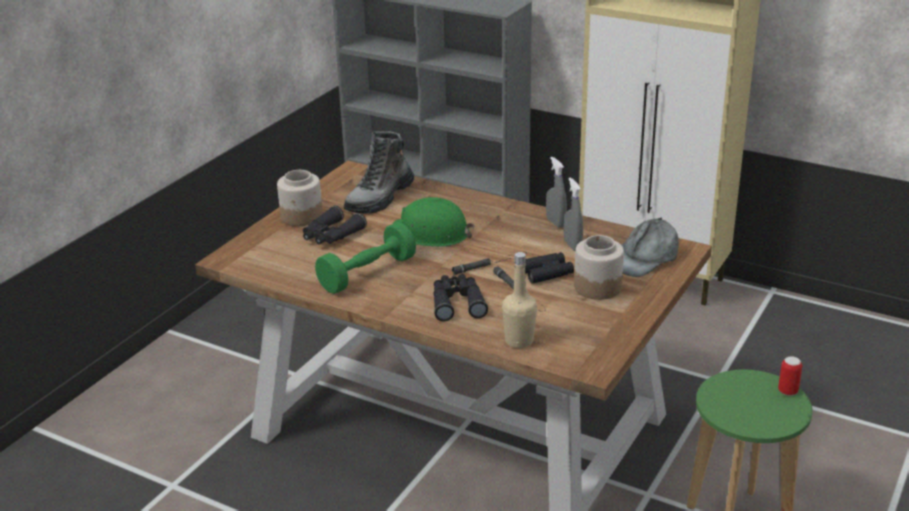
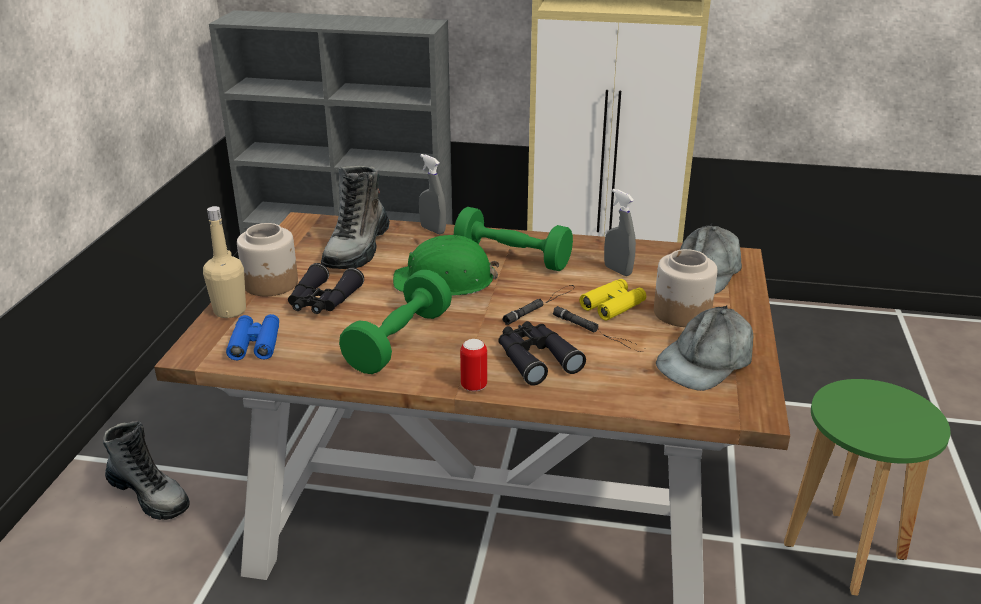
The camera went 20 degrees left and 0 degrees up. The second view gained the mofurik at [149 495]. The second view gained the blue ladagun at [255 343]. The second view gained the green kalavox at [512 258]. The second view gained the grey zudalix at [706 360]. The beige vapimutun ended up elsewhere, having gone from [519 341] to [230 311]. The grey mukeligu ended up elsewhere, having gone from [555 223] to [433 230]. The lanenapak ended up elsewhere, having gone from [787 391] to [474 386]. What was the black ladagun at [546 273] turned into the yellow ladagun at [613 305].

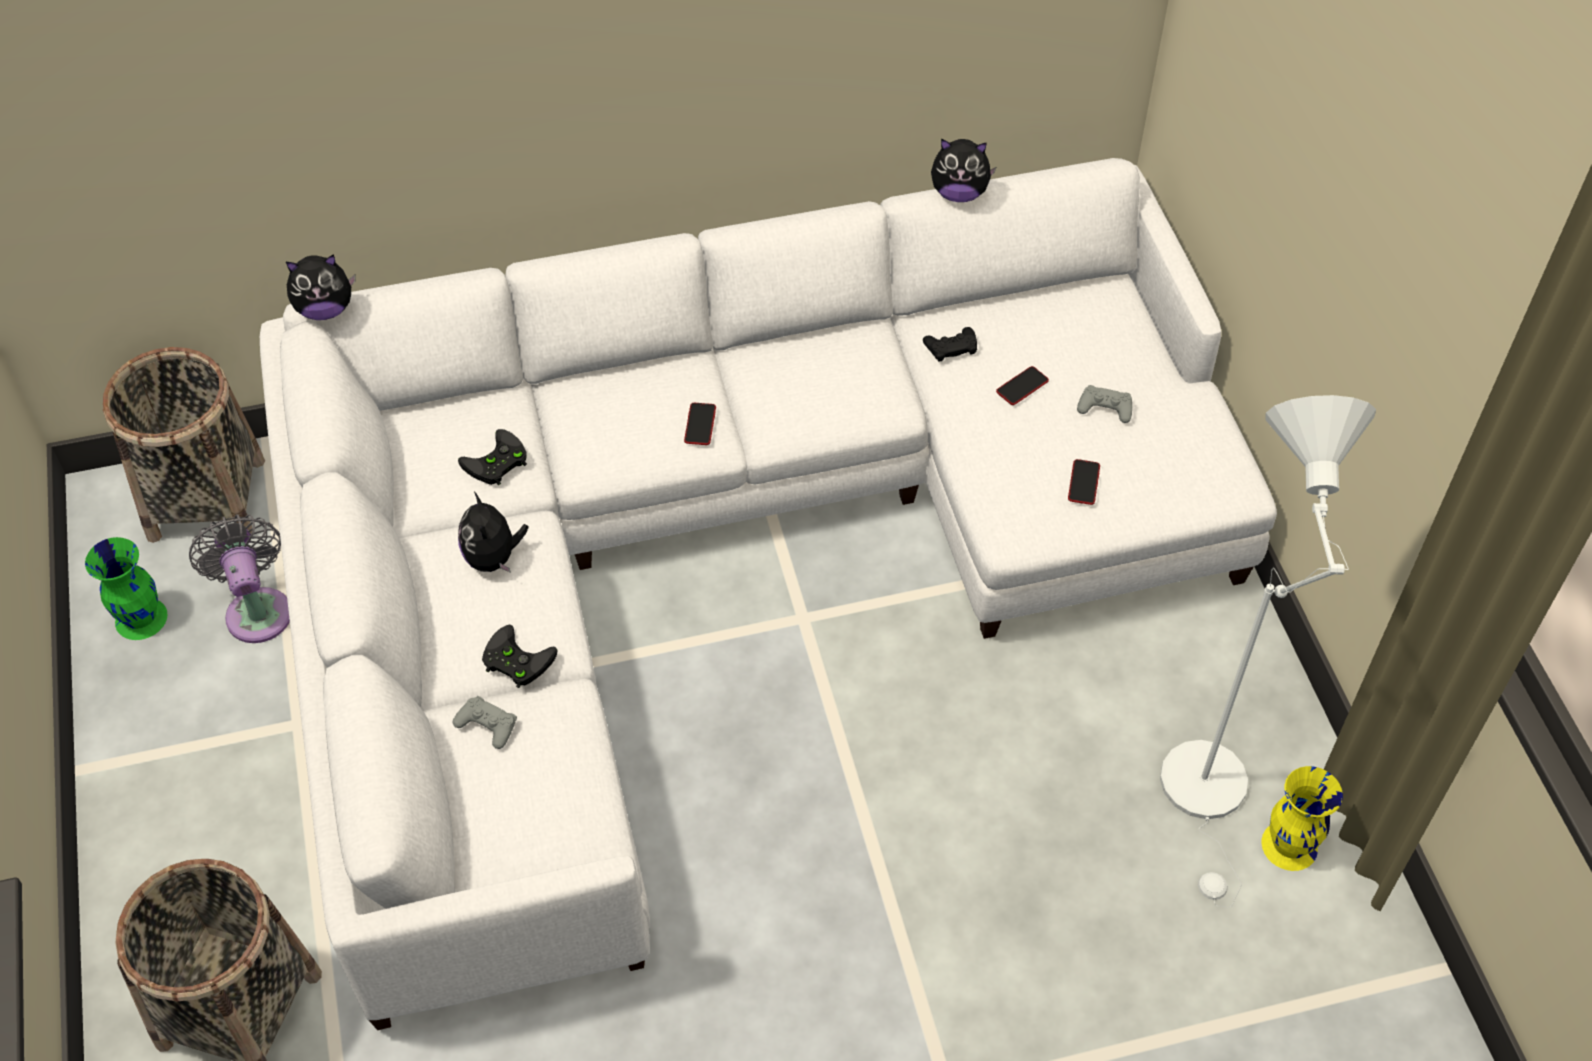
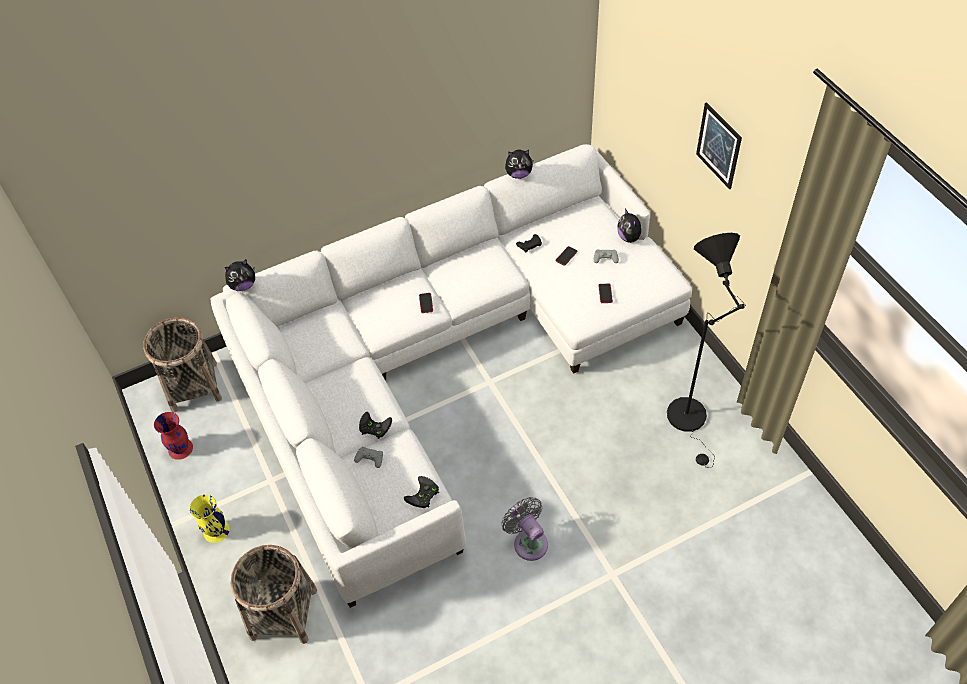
The camera went 10 degrees left and 0 degrees up. The second view gained the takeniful at [718 146]. The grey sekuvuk ended up elsewhere, having gone from [257 609] to [528 541]. The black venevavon ended up elsewhere, having gone from [495 463] to [423 495]. The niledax ended up elsewhere, having gone from [494 558] to [630 237]. The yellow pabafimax ended up elsewhere, having gone from [1289 846] to [216 531]. What was the green pabafimax at [142 618] turned into the red pabafimax at [181 448]. What was the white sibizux at [1208 797] turned into the black sibizux at [690 421].

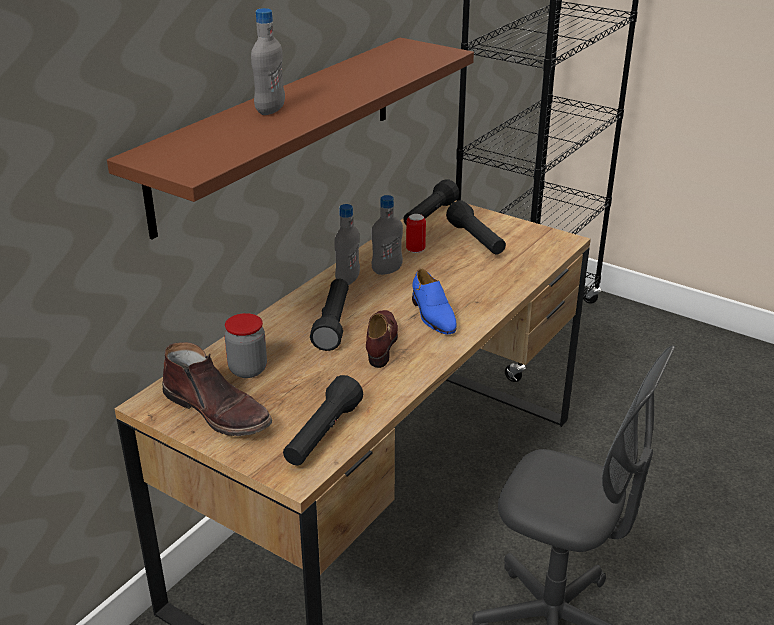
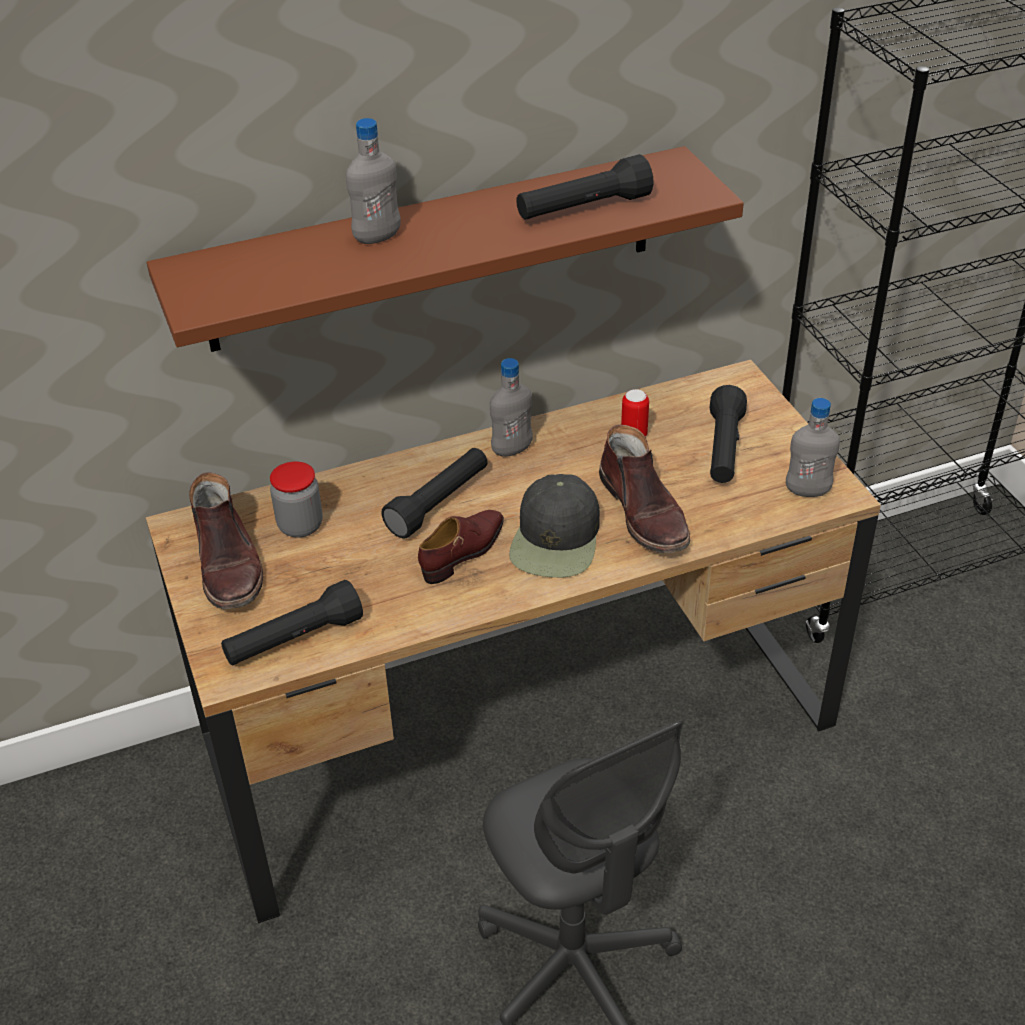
The camera went 35 degrees right and 10 degrees up. The second view gained the brown mofurik at [645 512]. The grey vapimutun ended up elsewhere, having gone from [386 270] to [807 491]. The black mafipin ended up elsewhere, having gone from [429 216] to [583 209]. Where the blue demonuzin stood at [432 315], the black zudalix came to stand at [556 539].

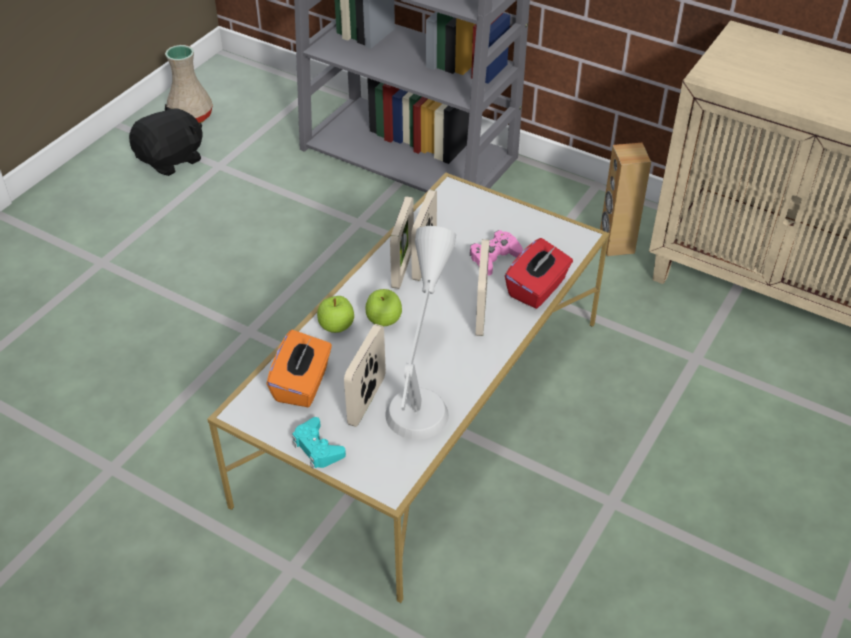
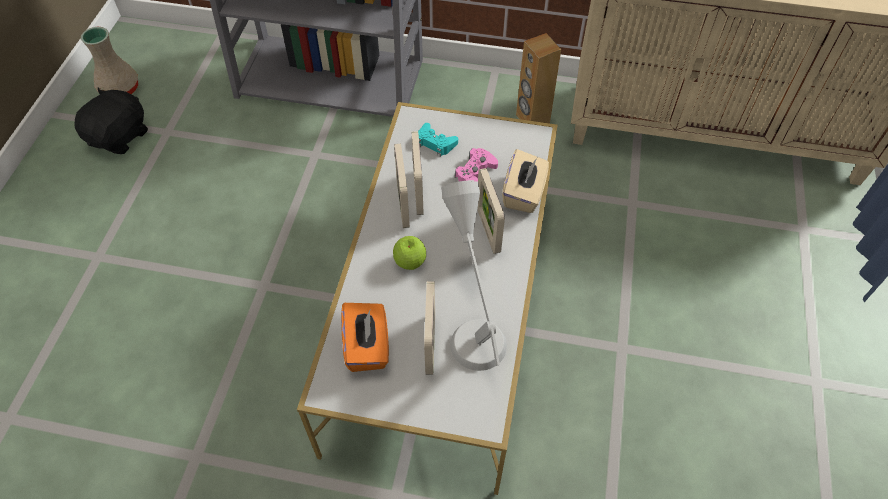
The camera went 20 degrees left and 10 degrees up. The second view lost the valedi at [336 327]. The turquoise venevavon ended up elsewhere, having gone from [317 448] to [435 143]. What was the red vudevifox at [537 289] turned into the beige vudevifox at [524 194].

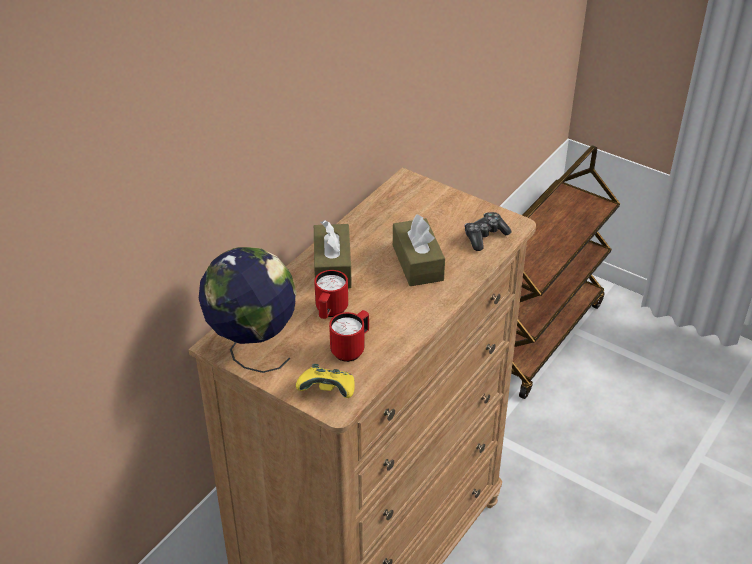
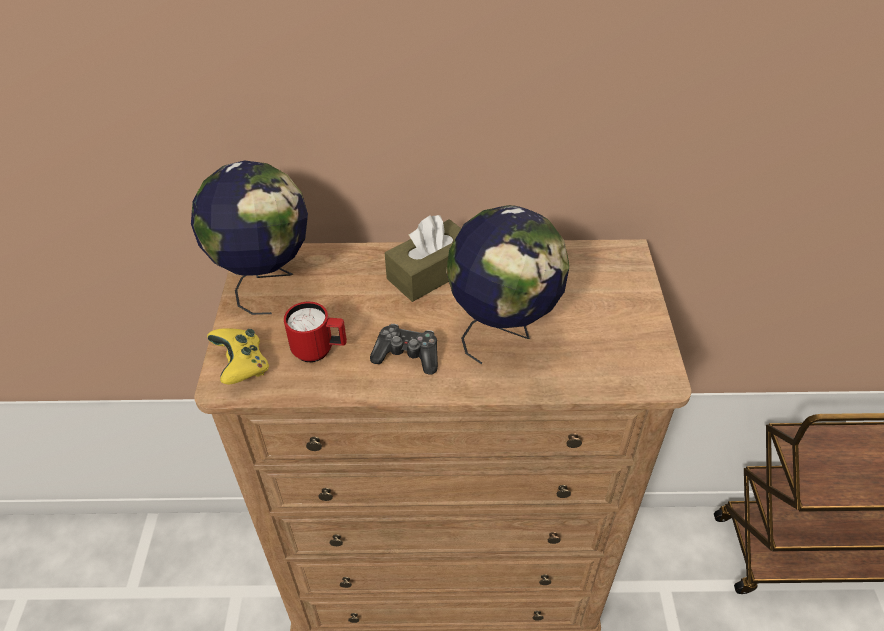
The camera went 55 degrees right and 5 degrees up. The second view lost the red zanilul at [330 312]. The venevavon ended up elsewhere, having gone from [485 236] to [407 355]. Where the brown vudevifox stood at [417 263], the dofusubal came to stand at [503 331].

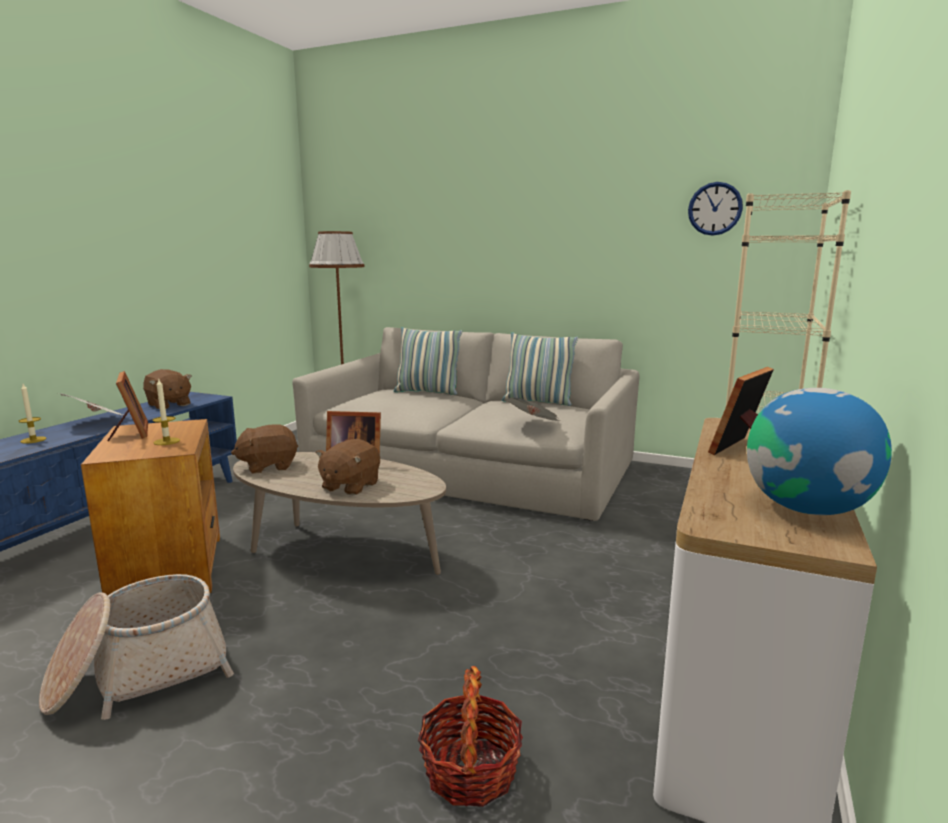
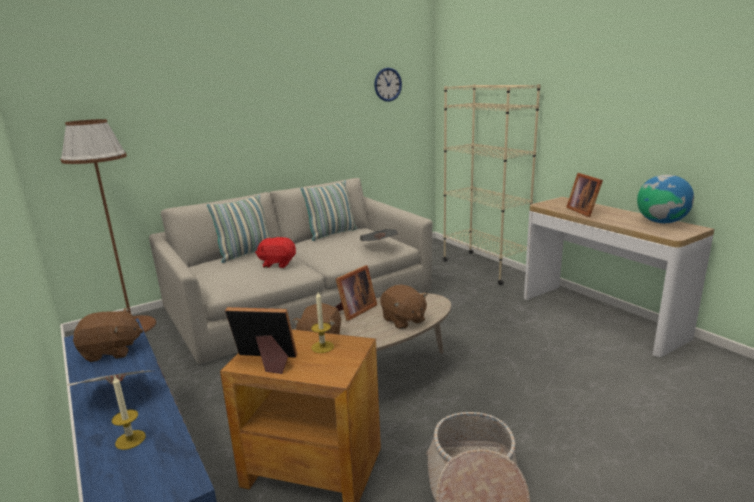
The camera went 55 degrees left and 5 degrees up. The second view lost the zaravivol at [471 771]. The second view gained the red niledax at [277 263].

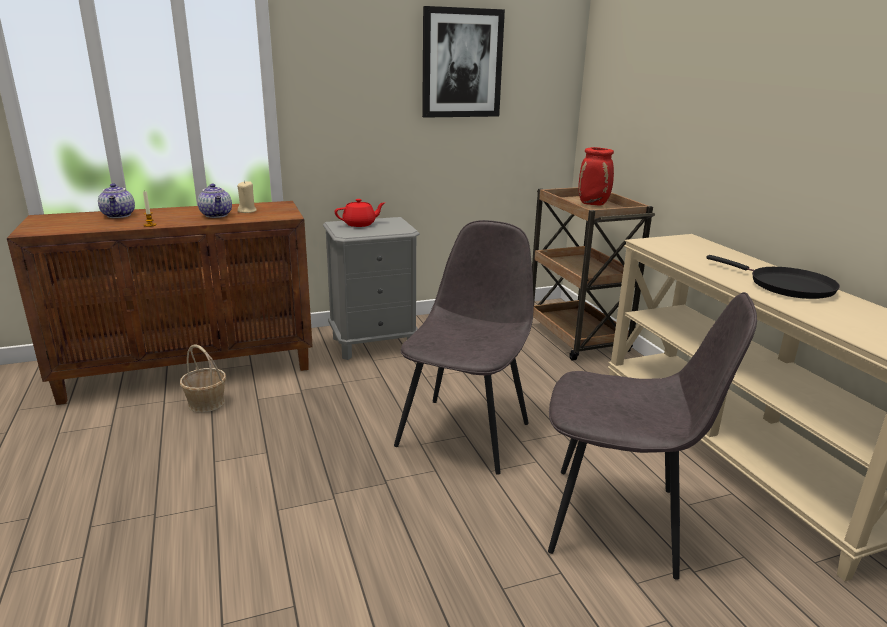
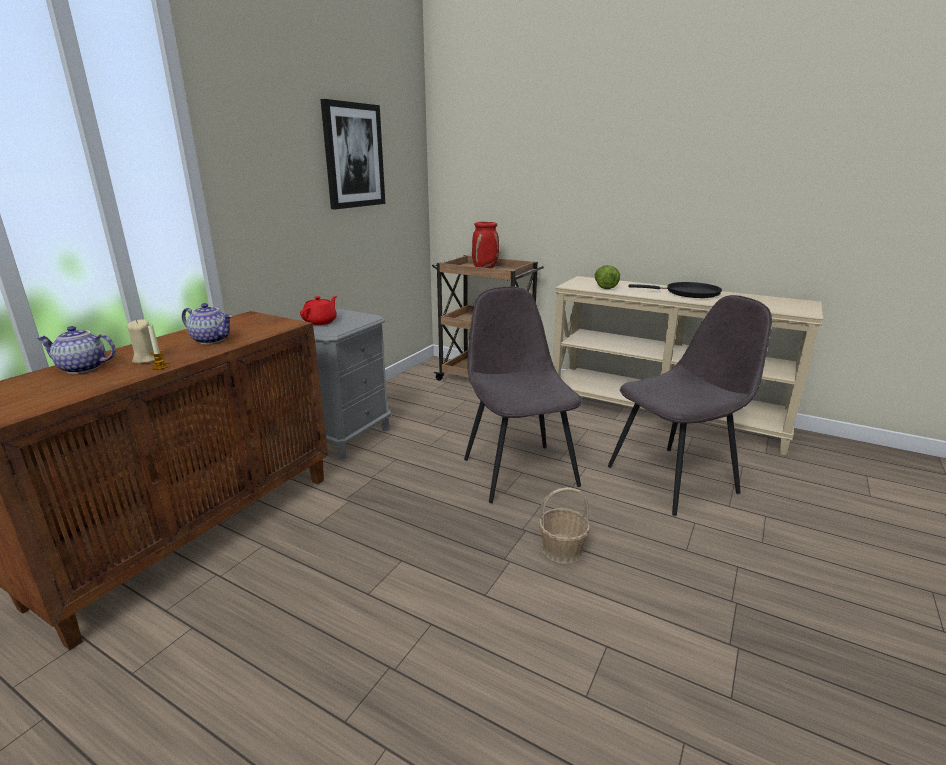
The camera went 40 degrees left and 0 degrees up. The second view gained the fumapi at [604 286]. The zaravivol ended up elsewhere, having gone from [206 403] to [562 550]. The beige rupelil ended up elsewhere, having gone from [247 211] to [146 359]. The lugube at [119 215] ended up facing another way, 150 degrees clockwise from before.

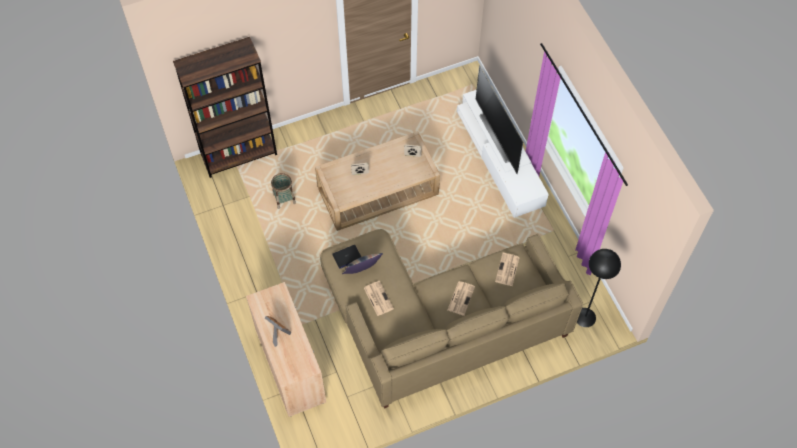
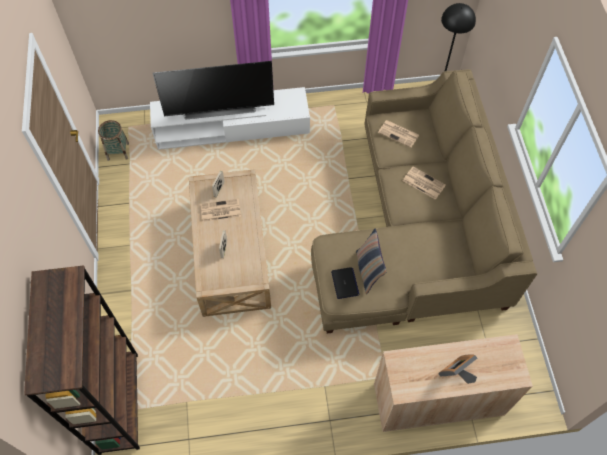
The camera went 75 degrees left and 0 degrees up. The zaravivol ended up elsewhere, having gone from [284 199] to [118 151]. The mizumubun ended up elsewhere, having gone from [378 298] to [220 211].

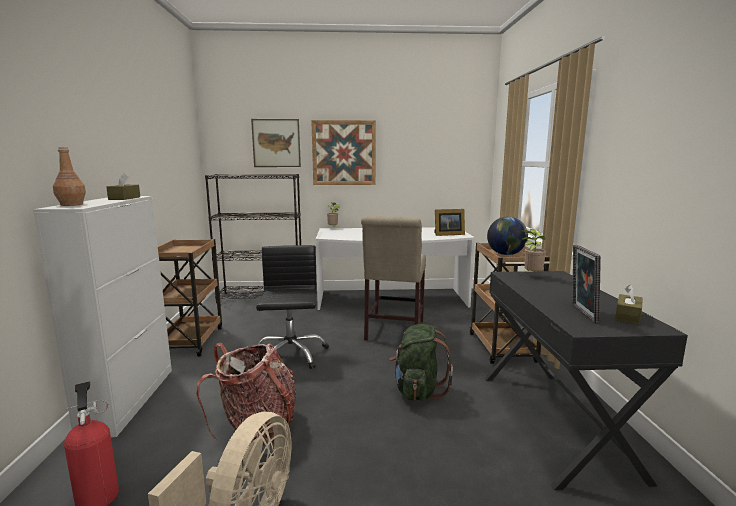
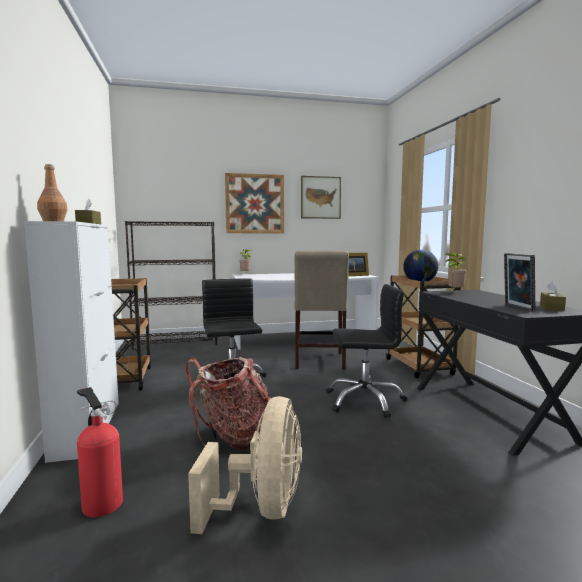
The camera went 10 degrees left and 5 degrees down. The takeniful ended up elsewhere, having gone from [276 143] to [320 197]. Where the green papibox stood at [418 390], the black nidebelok came to stand at [364 400].

